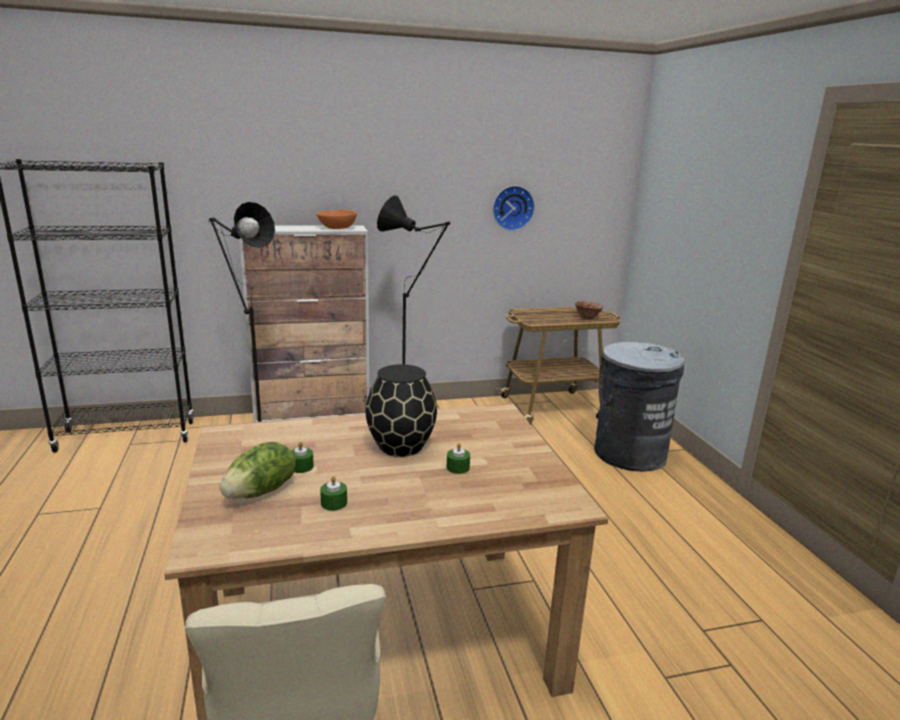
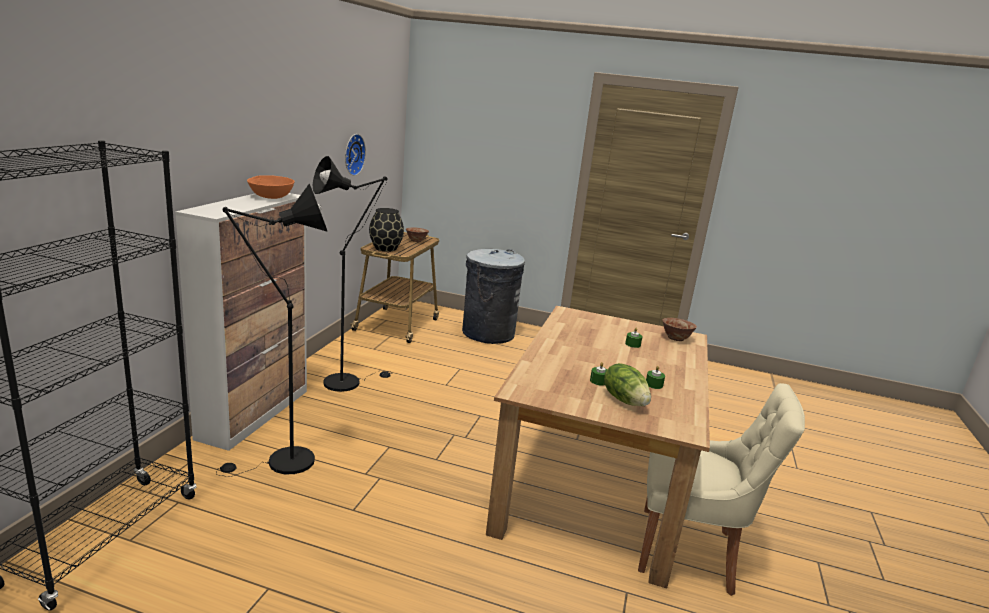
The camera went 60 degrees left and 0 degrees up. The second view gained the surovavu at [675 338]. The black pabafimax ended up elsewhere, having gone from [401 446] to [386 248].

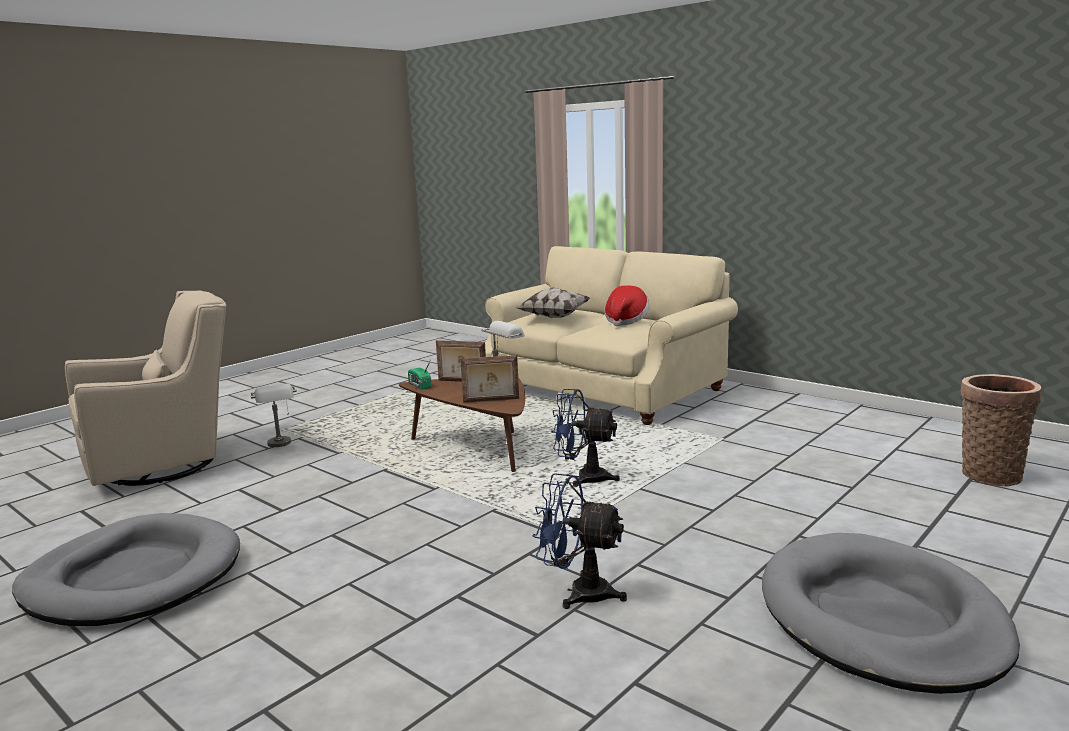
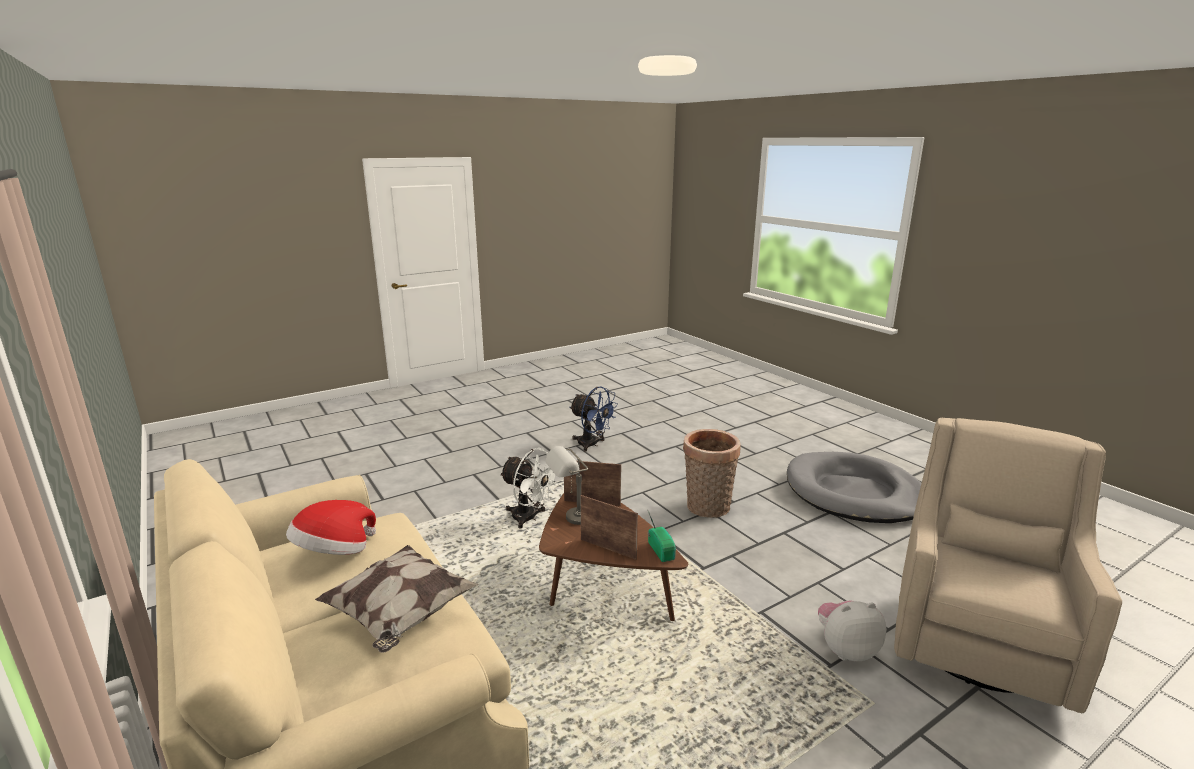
The camera went 165 degrees left and 5 degrees up. The second view lost the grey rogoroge at [881 618]. The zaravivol ended up elsewhere, having gone from [989 473] to [707 508]. Where the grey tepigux stood at [281 445], the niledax came to stand at [846 649]. What was the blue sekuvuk at [584 478] turned into the white sekuvuk at [529 518]. The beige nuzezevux at [166 464] ended up facing another way, 135 degrees clockwise from before.

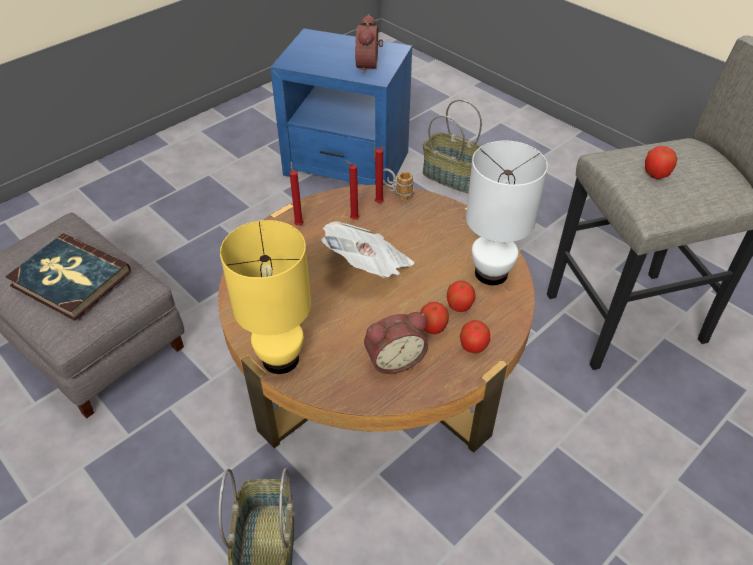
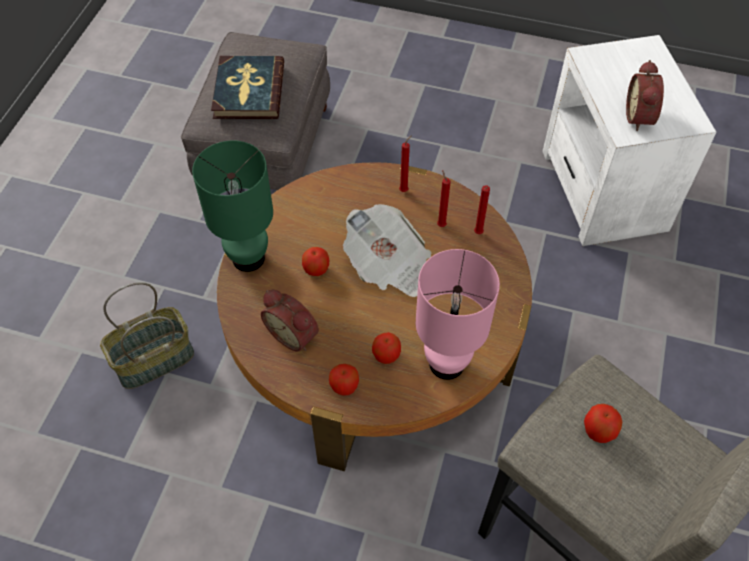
The camera went 60 degrees right and 10 degrees up. The second view lost the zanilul at [396 194]. The second view lost the zaravivol at [453 177]. The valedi ended up elsewhere, having gone from [433 328] to [316 269]. What was the yellow tepigux at [281 360] turned into the green tepigux at [248 259]. What was the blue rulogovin at [347 164] turned into the white rulogovin at [603 191]. What was the white tepigux at [490 273] turned into the pink tepigux at [446 363]. The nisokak at [370 66] ended up facing another way, 60 degrees counterclockwise from before.

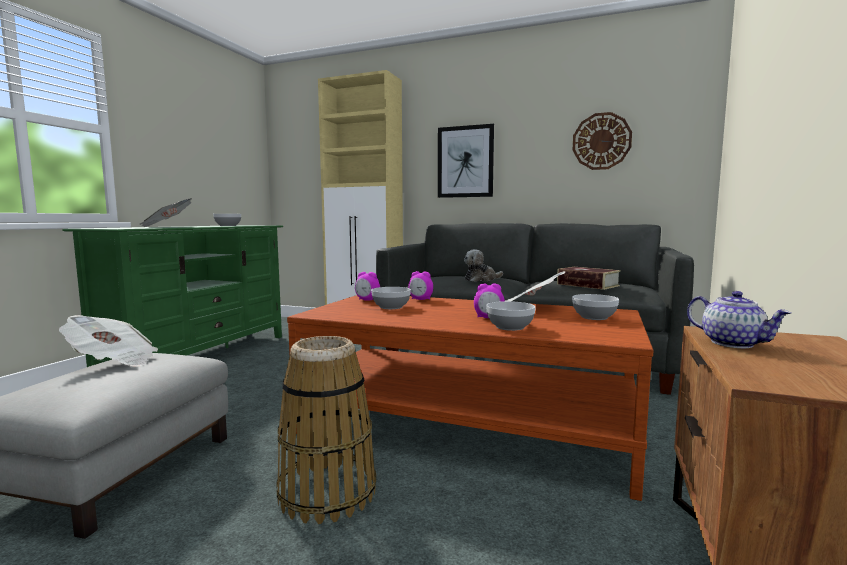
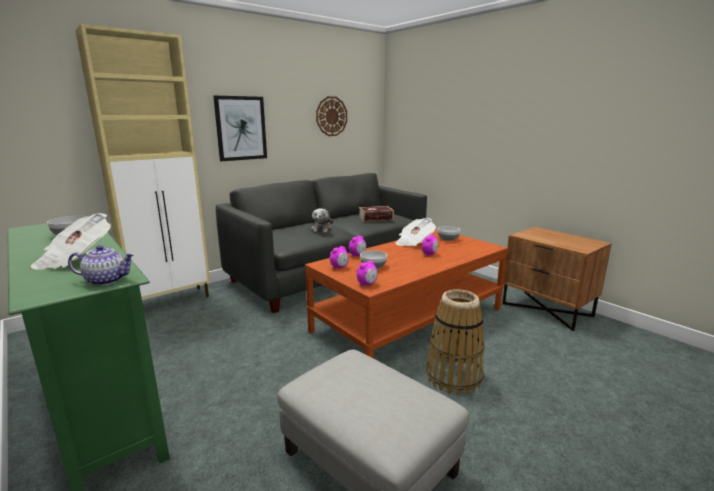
The camera went 60 degrees left and 10 degrees up. The second view lost the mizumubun at [113 361]. The second view lost the surovavu at [511 327]. The second view gained the nisokak at [367 284]. The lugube ended up elsewhere, having gone from [733 343] to [107 280].

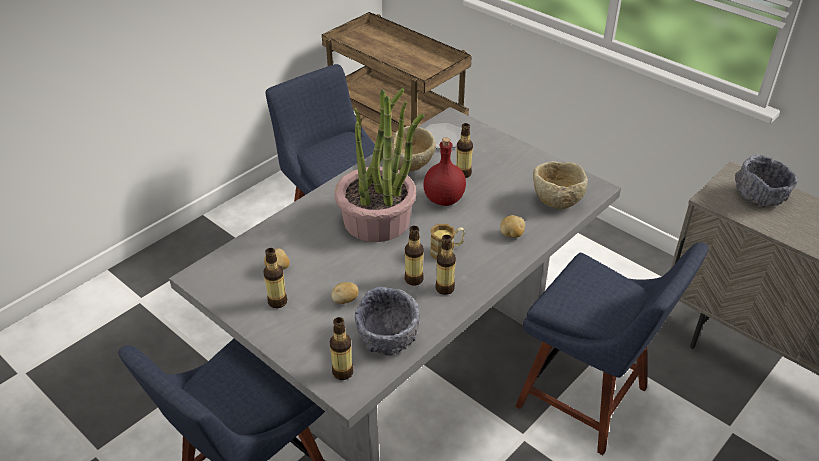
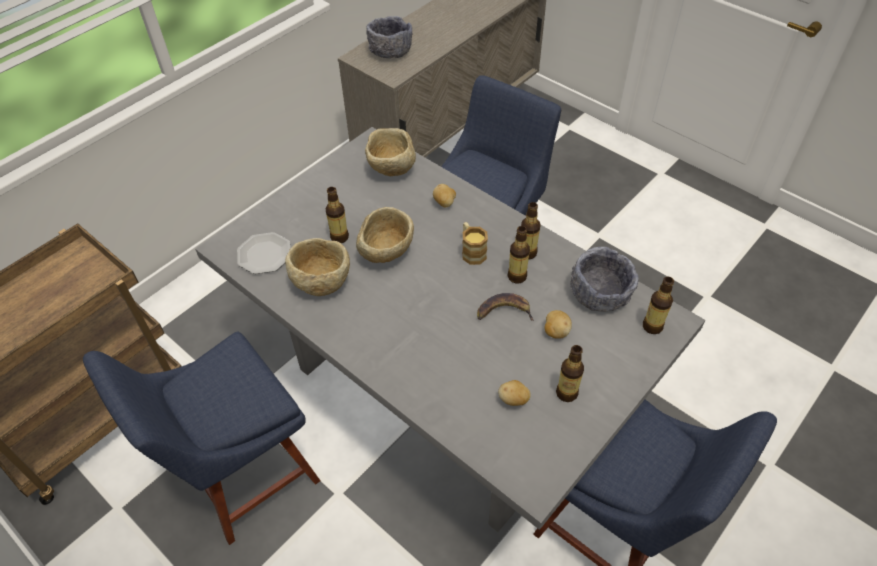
The camera went 90 degrees left and 10 degrees up. The second view lost the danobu at [377 220]. The second view gained the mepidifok at [504 311]. Where the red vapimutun stood at [443 200], the beige surovavu came to stand at [386 254].

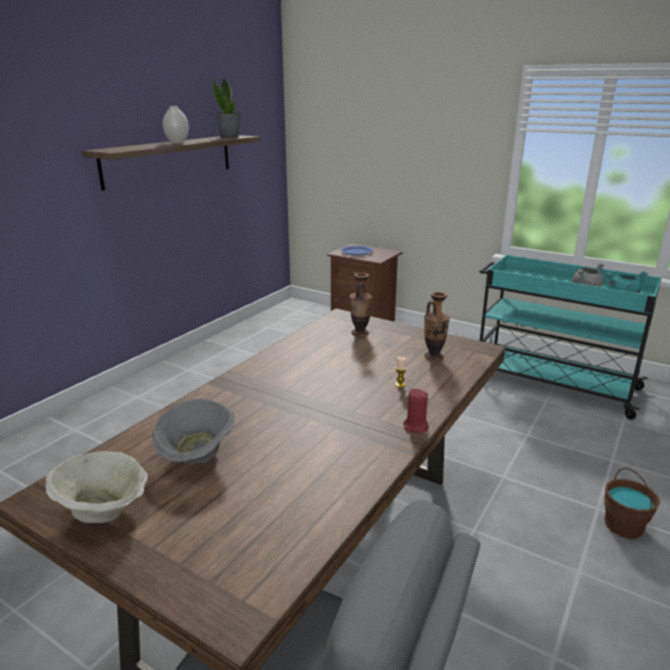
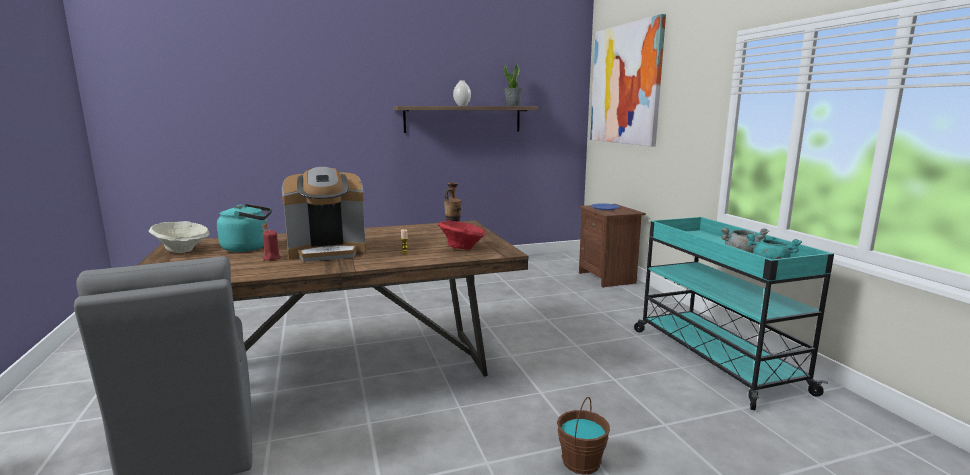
The camera went 40 degrees right and 10 degrees down. The second view gained the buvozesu at [328 252]. The second view gained the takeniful at [625 85]. The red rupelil ended up elsewhere, having gone from [415 426] to [271 258]. Where the grey surovavu stood at [196 456], the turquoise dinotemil came to stand at [249 248]. Where the pabafimax stood at [433 357], the red surovavu came to stand at [462 248].

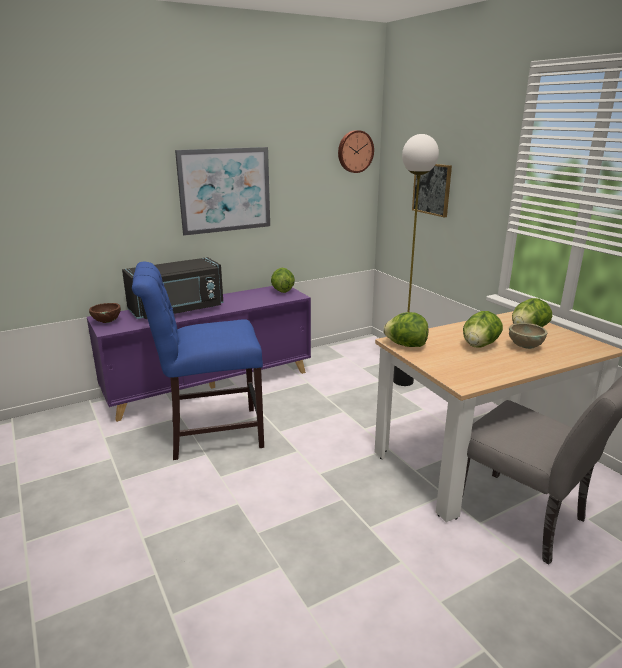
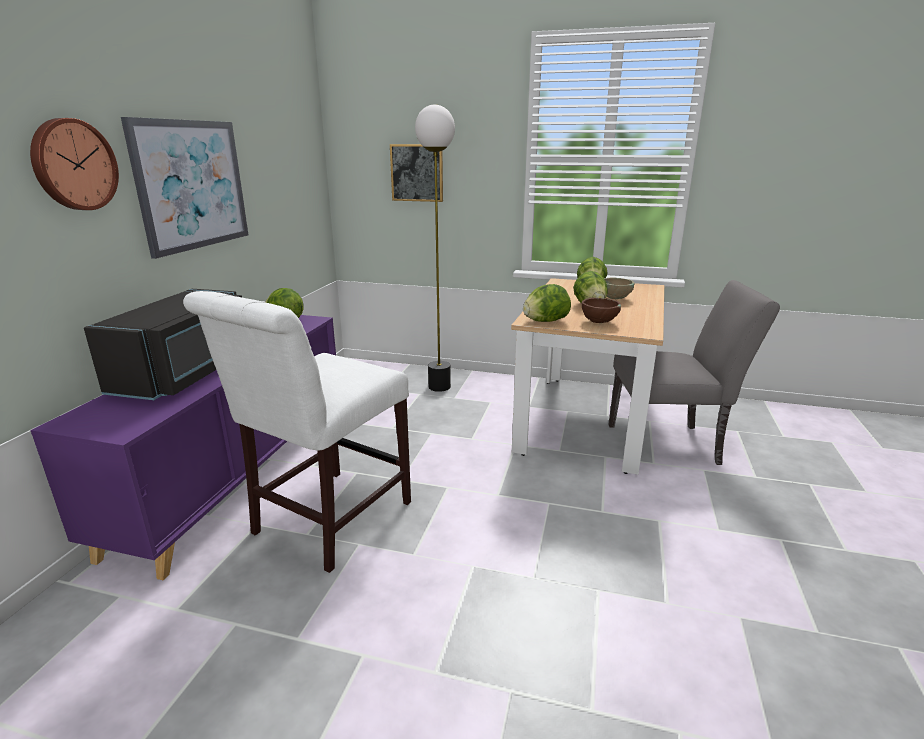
The camera went 45 degrees left and 0 degrees up. The brown surovavu ended up elsewhere, having gone from [106 322] to [599 322]. The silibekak ended up elsewhere, having gone from [354 151] to [73 165]. What was the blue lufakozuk at [209 433] turned into the white lufakozuk at [326 521].

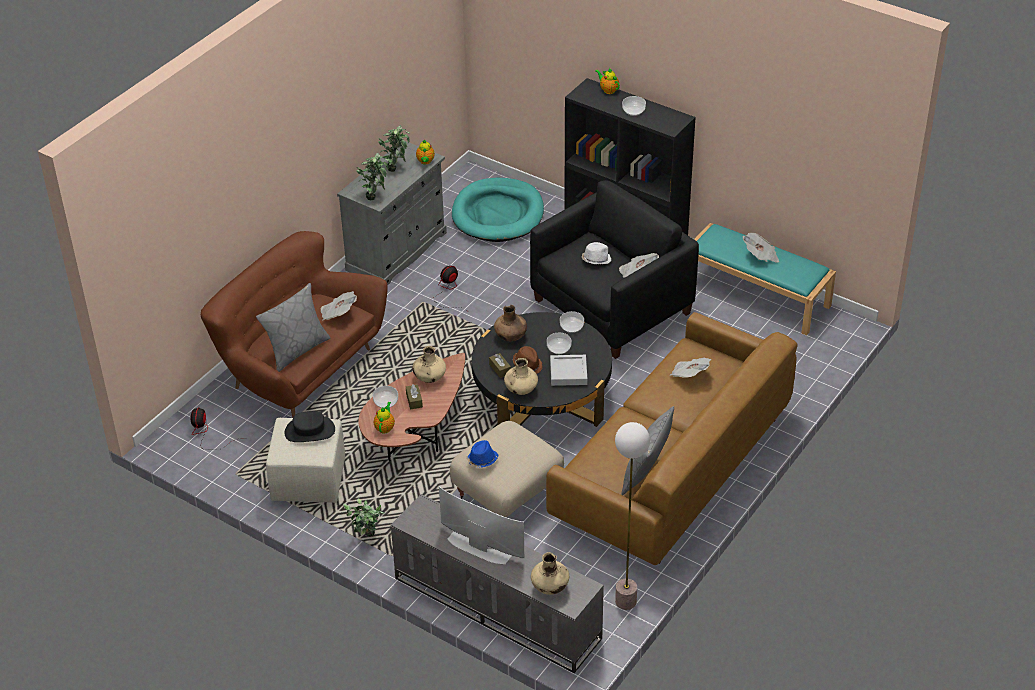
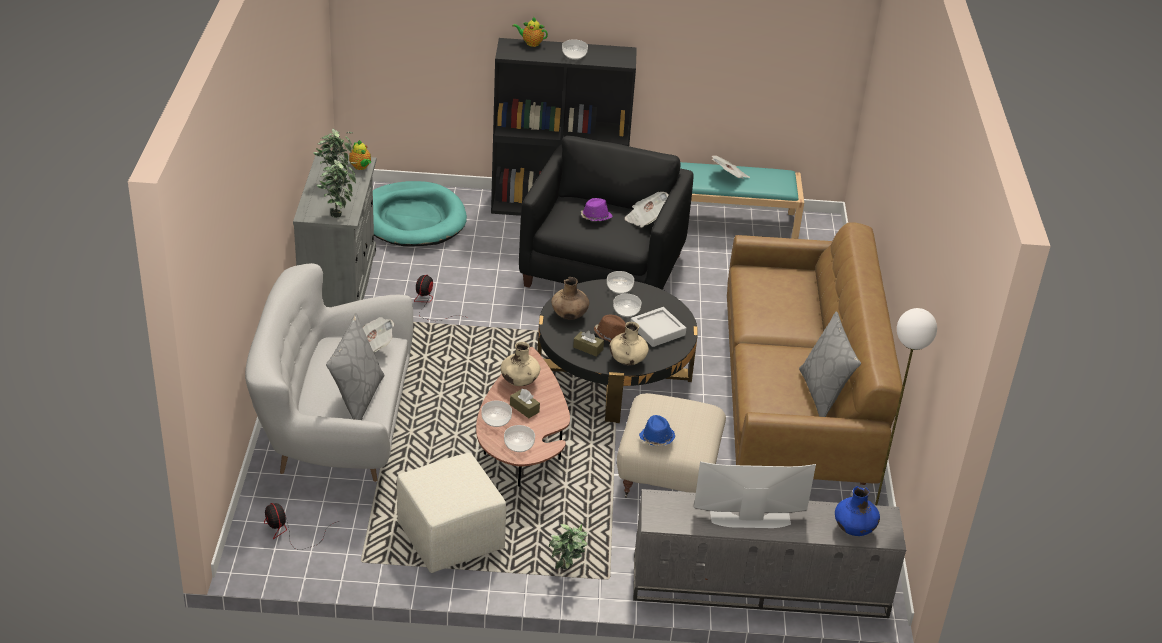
The camera went 35 degrees left and 5 degrees down. The second view lost the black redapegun at [309 431]. The second view lost the mizumubun at [689 375]. Where the lugube stood at [385 427], the surovavu came to stand at [519 445]. What was the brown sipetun at [299 367] turned into the white sipetun at [335 427]. What was the beige pabafimax at [550 587] turned into the blue pabafimax at [854 529]. What was the white redapegun at [596 259] turned into the purple redapegun at [595 217].

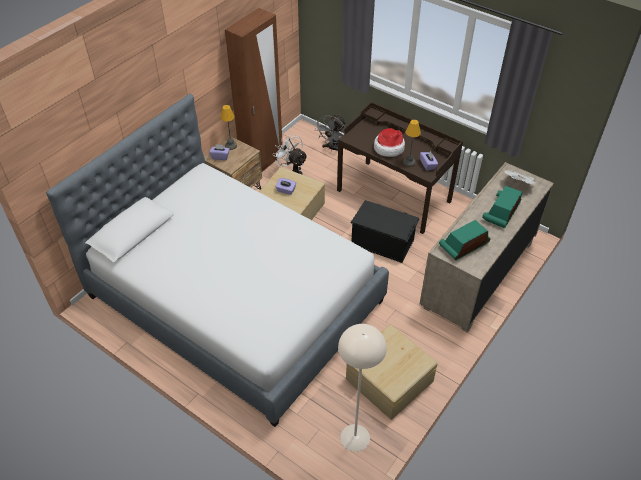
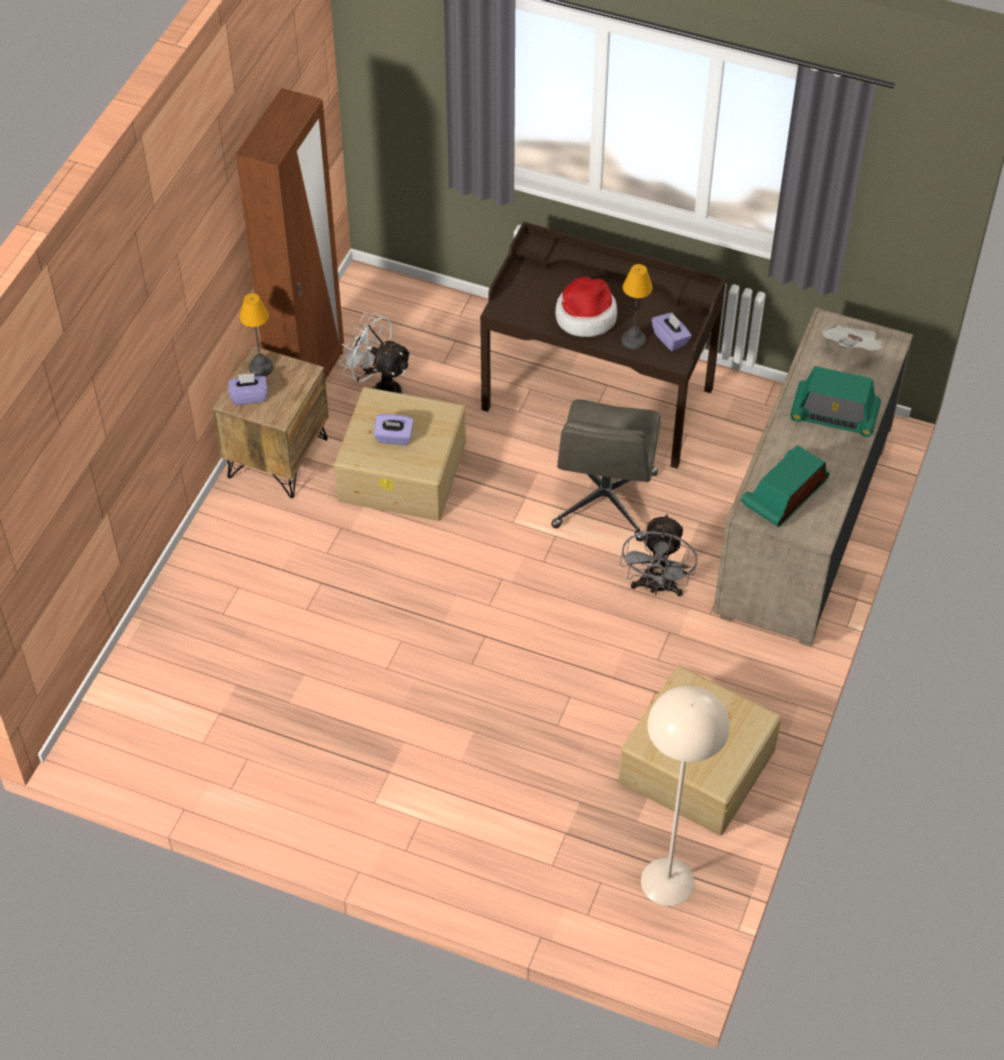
The camera went 15 degrees left and 5 degrees up. The second view lost the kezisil at [235 299]. The grey sekuvuk ended up elsewhere, having gone from [333 148] to [657 587]. Where the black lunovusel stood at [382 242], the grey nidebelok came to stand at [605 501]. The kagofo at [501 212] ended up facing another way, 90 degrees counterclockwise from before.

